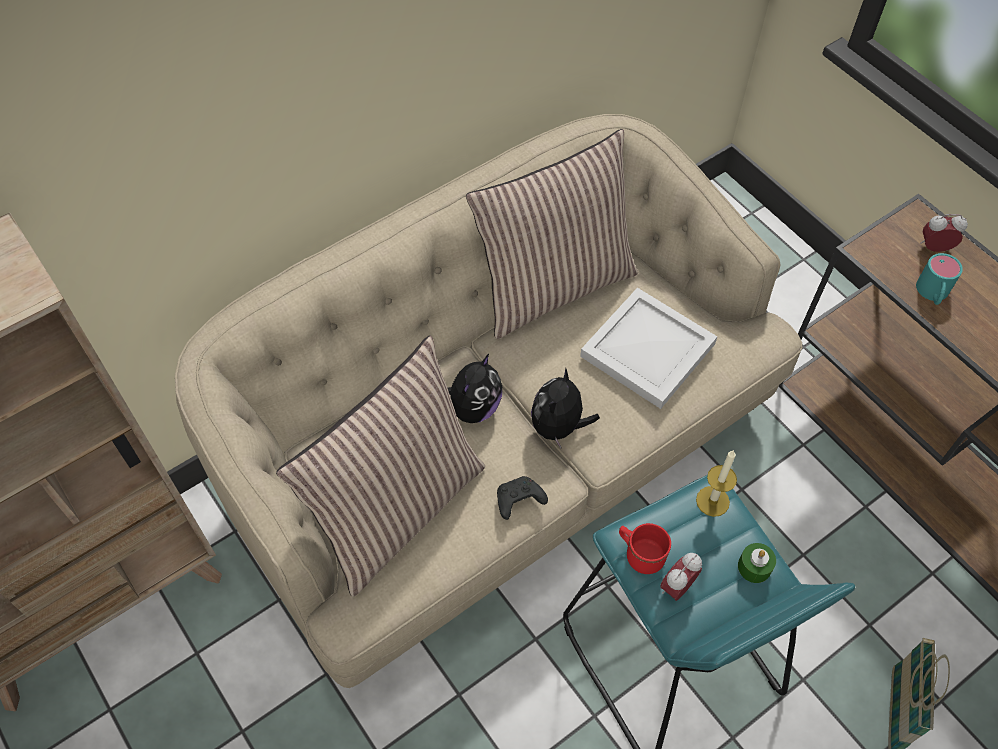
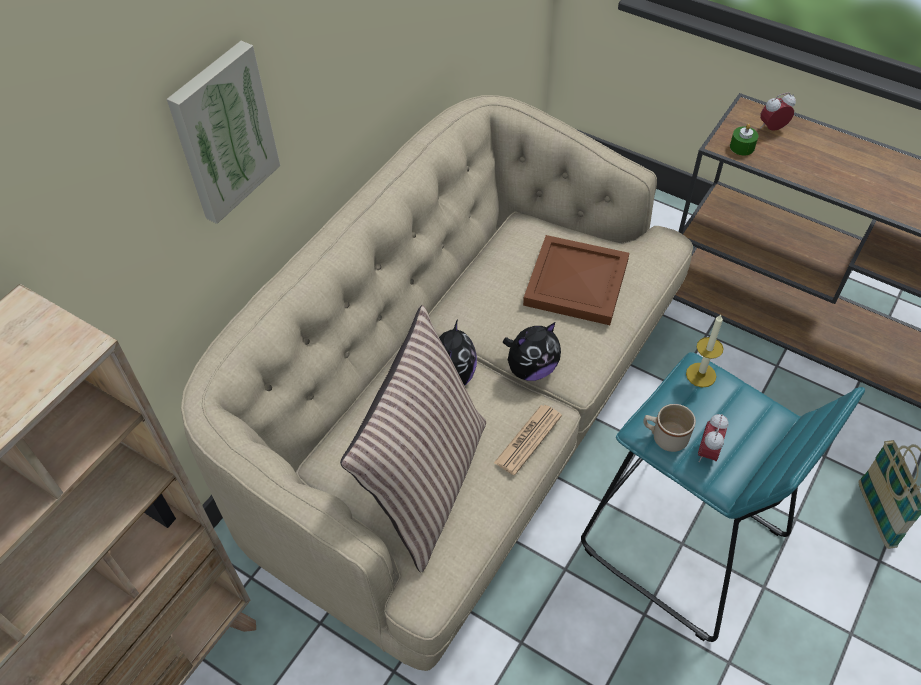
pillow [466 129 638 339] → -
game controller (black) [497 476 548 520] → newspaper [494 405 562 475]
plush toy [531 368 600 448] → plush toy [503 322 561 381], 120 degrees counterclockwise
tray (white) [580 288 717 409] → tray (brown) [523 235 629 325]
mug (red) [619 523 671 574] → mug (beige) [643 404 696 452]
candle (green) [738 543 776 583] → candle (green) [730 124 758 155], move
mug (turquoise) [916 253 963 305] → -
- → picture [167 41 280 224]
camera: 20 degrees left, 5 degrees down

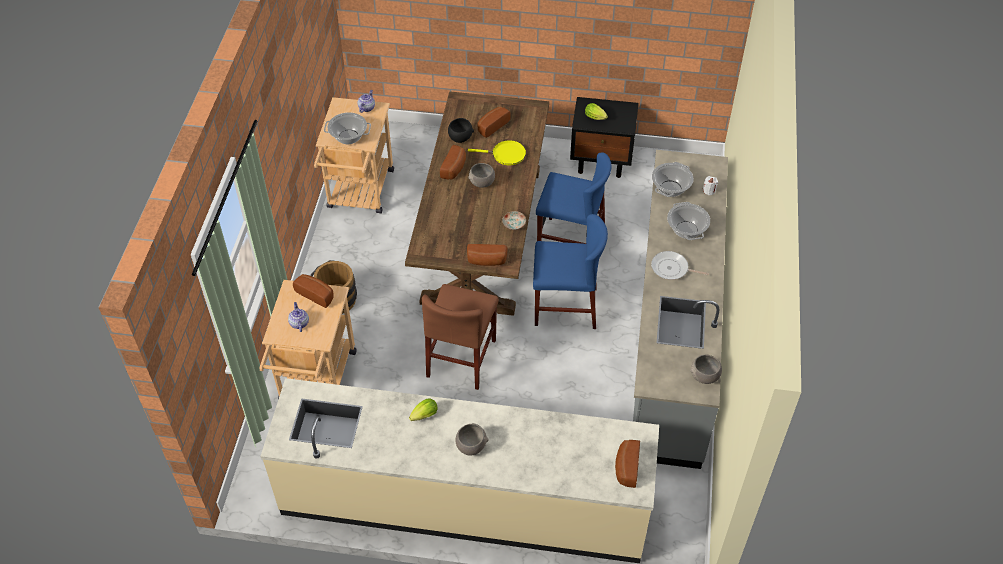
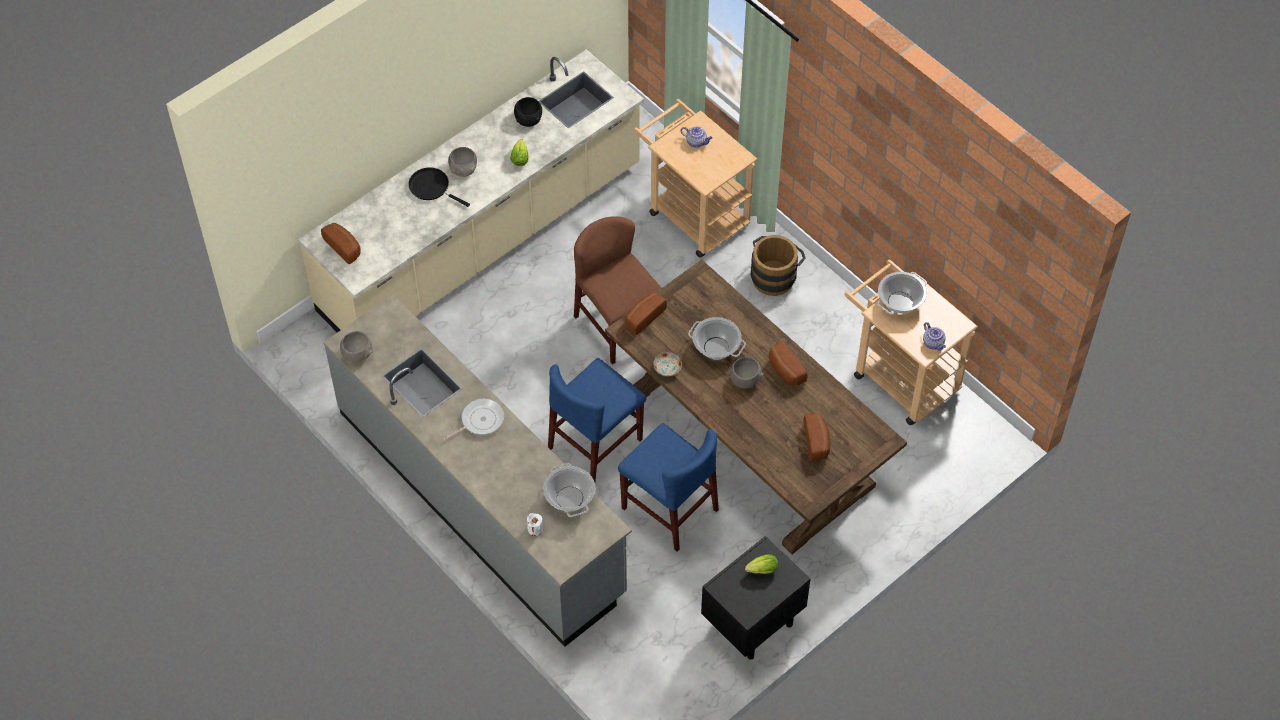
bread [293 274 334 308] → -
bowl (black) [448 118 474 143] → bowl (black) [514 97 542 127], move
frying pan (yellow) [468 140 526 165] → -
chair (blue) [536 153 611 244] → chair (blue) [618 423 719 552], 105 degrees counterclockwise
cooking pot [667 202 710 240] → cooking pot [688 317 746 359], move
- → frying pan (black) [408 167 470 207]
camera: 130 degrees right, 5 degrees up

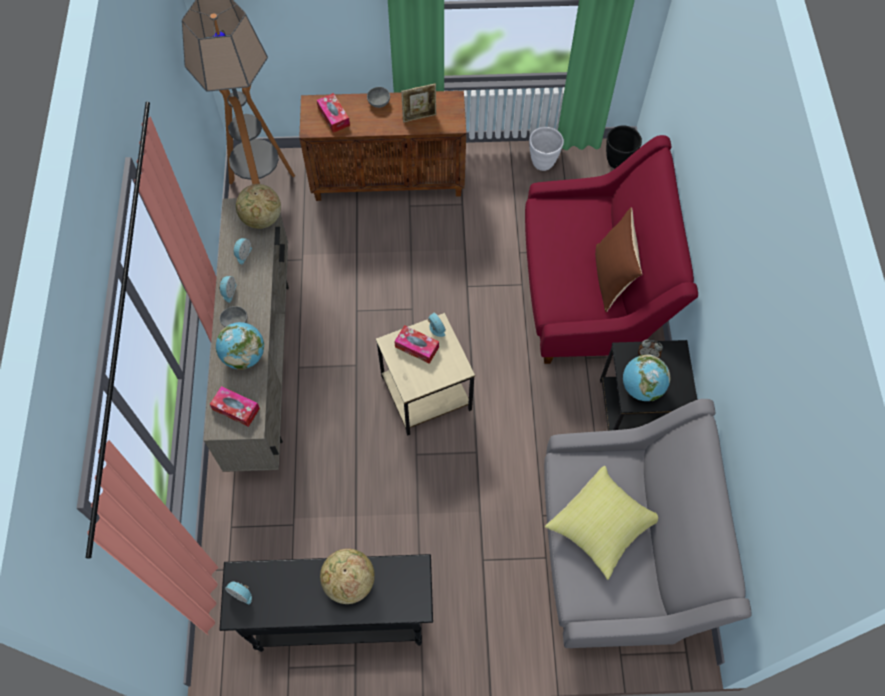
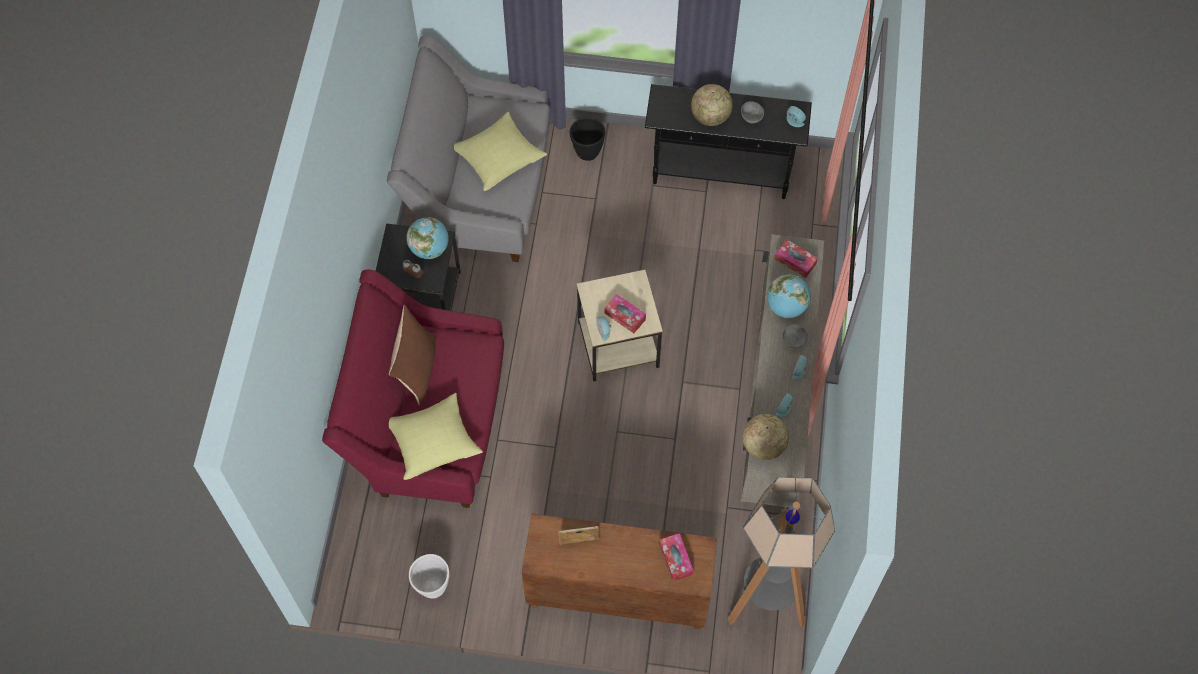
bowl (grey) [367 87 390 108] → bowl (grey) [741 101 764 123], move
planter (black) [606 125 642 168] → planter (black) [569 117 606 161], move
- → pillow (yellow) [389 393 483 480]
camera: 170 degrees left, 0 degrees up

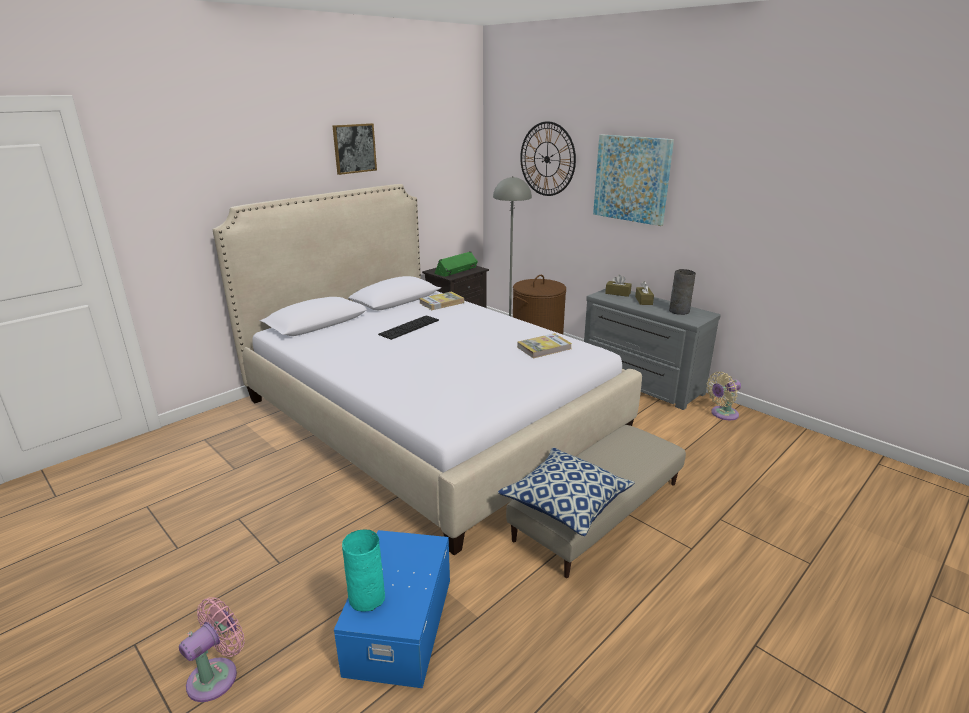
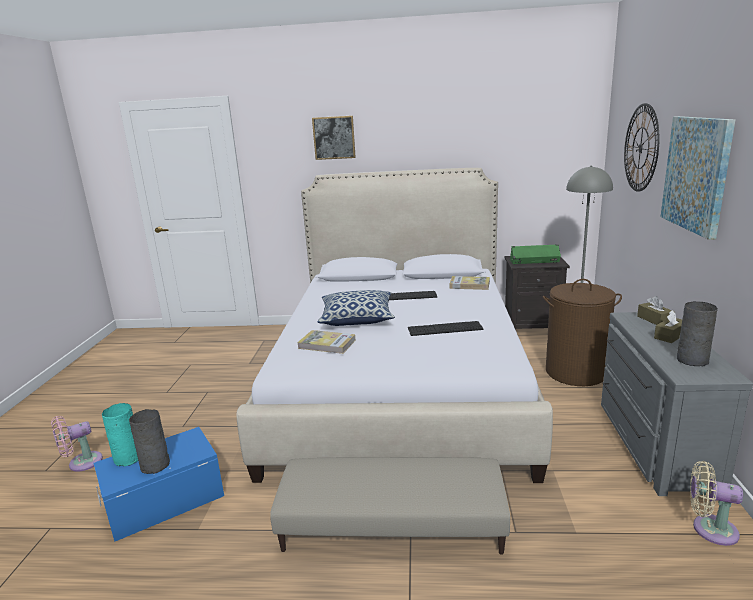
fan (pink) [179 597 245 702] → fan (pink) [51 416 103 472], 150 degrees clockwise
picture [332 123 377 175] → picture [312 116 356 160], move
pillow [498 447 635 536] → pillow [317 290 395 326], move
book [517 333 572 358] → book [297 330 355 354], move
- → vase (grey) [129 409 170 474]
- → keyboard [408 321 484 336]
camera: 50 degrees right, 5 degrees down

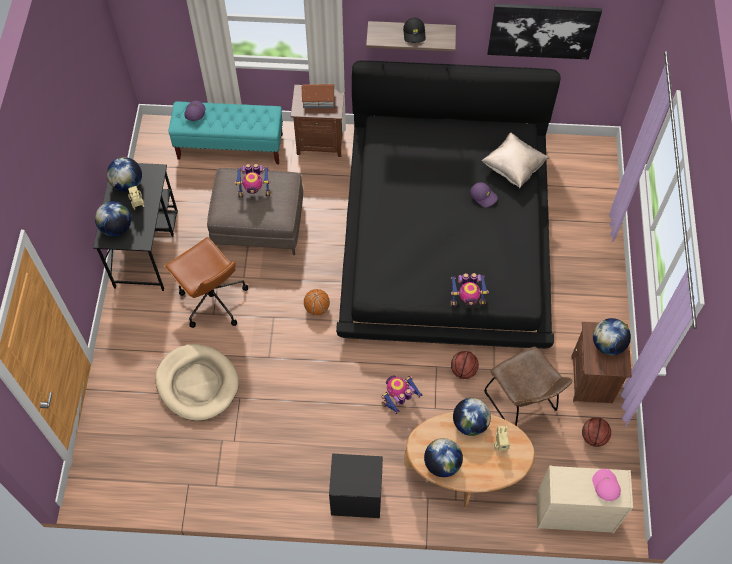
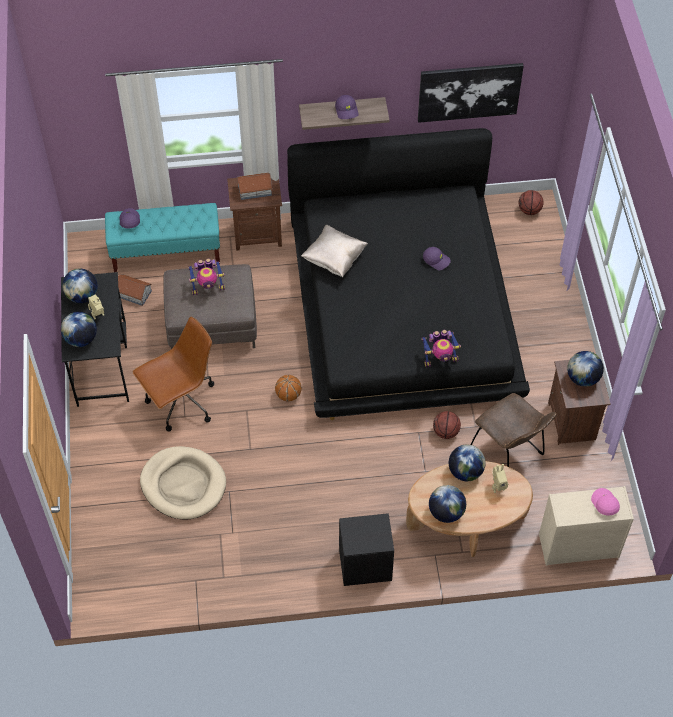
office chair (brown) [164 237 248 328] → office chair (brown) [132 317 214 432], 75 degrees counterclockwise
toy robot [382 376 423 414] → -
cap (black) [403 18 426 43] → cap (purple) [335 95 359 119]
pillow (beige) [481 133 550 188] → pillow (beige) [301 225 368 278], move
basketball [582 417 611 447] → basketball [519 190 544 215], move
- → toy house [118 274 152 306]
camera: 10 degrees left, 5 degrees down

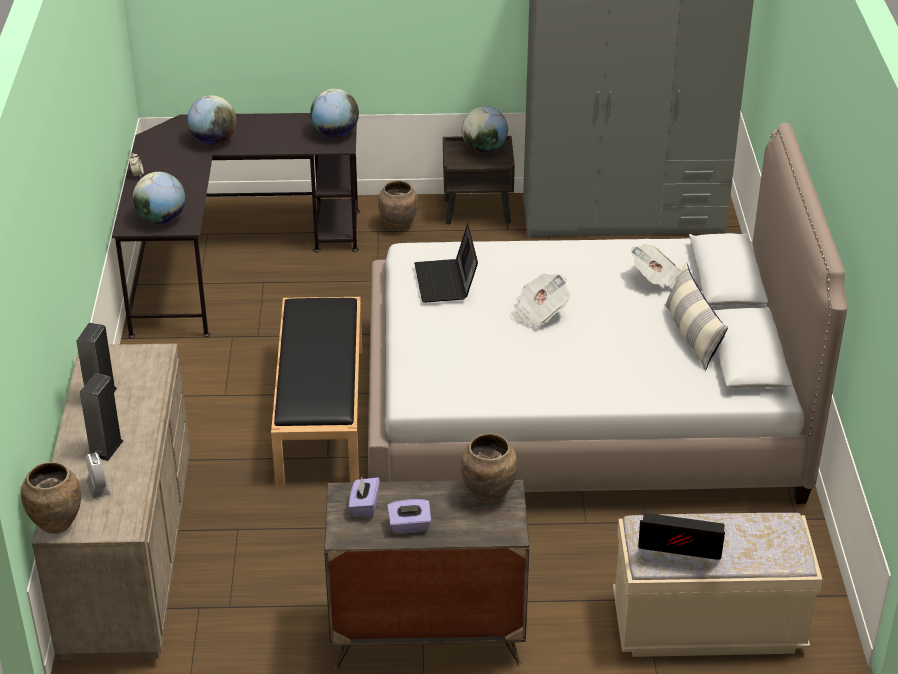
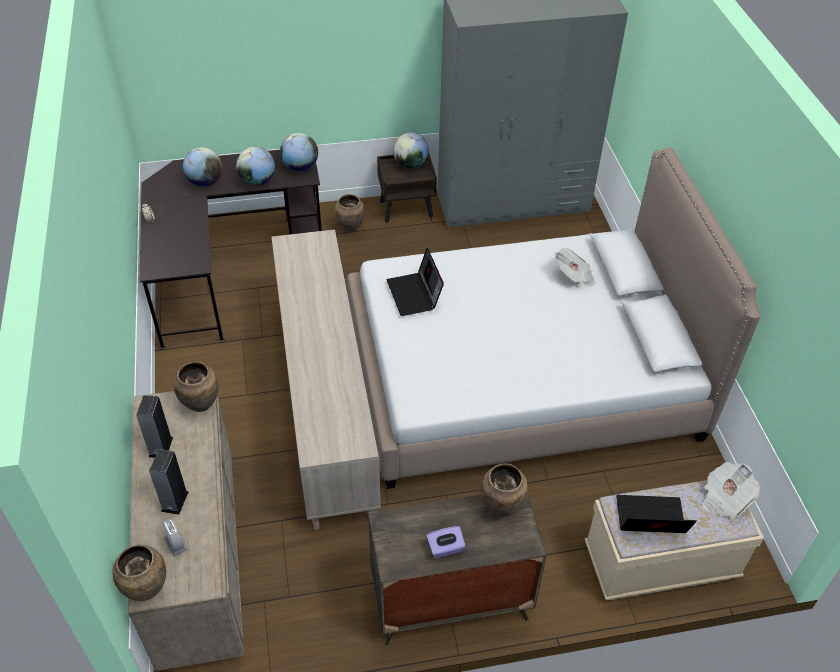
globe [133 172 186 224] → globe [236 147 275 186], move
bench (black) [271 297 362 486] → cabinet (beige) [271 229 381 530]
tissue box (purple) [349 476 380 518] → -
newspaper [510 273 570 328] → newspaper [702 462 760 520], move
pillow [665 262 728 371] → -
- → vase (brown) [174 362 218 412]
camera: 10 degrees left, 10 degrees up

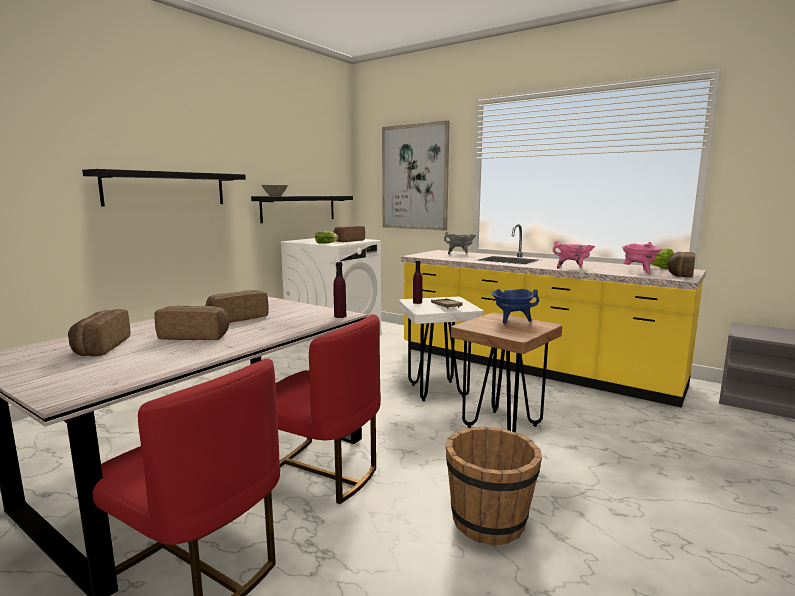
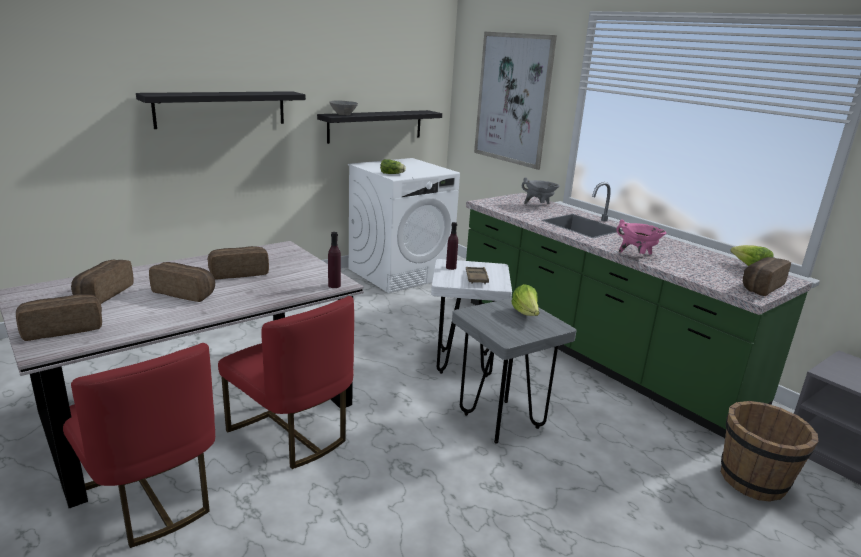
bread [333 225 365 242] → bread [16 294 102 341], move
counter (yellow) [401 224 706 408] → counter (green) [466 182 813 438]
bucket (brown) [446 427 542 546] → bucket (brown) [721 401 818 502], move
stool (brown) [451 313 562 432] → stool (grey) [452 298 577 444]
cooking pot (blue) [492 289 539 324] → lettuce [511 284 540 316]
cooking pot (pink) [622 242 662 274] → -
camera: 15 degrees right, 10 degrees up

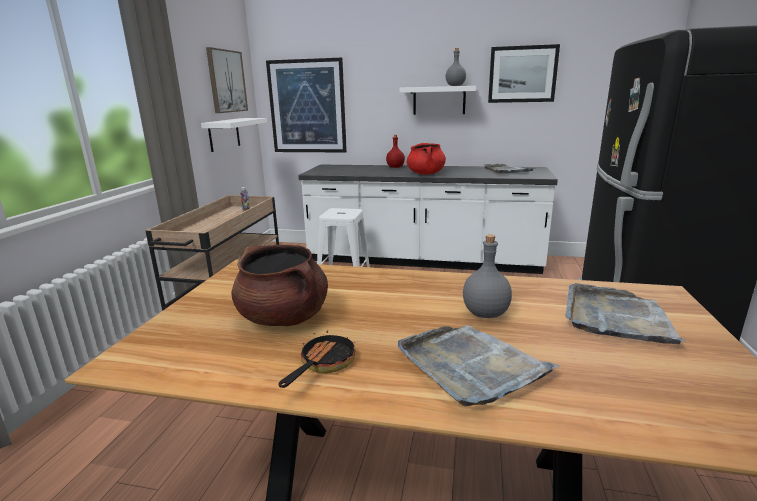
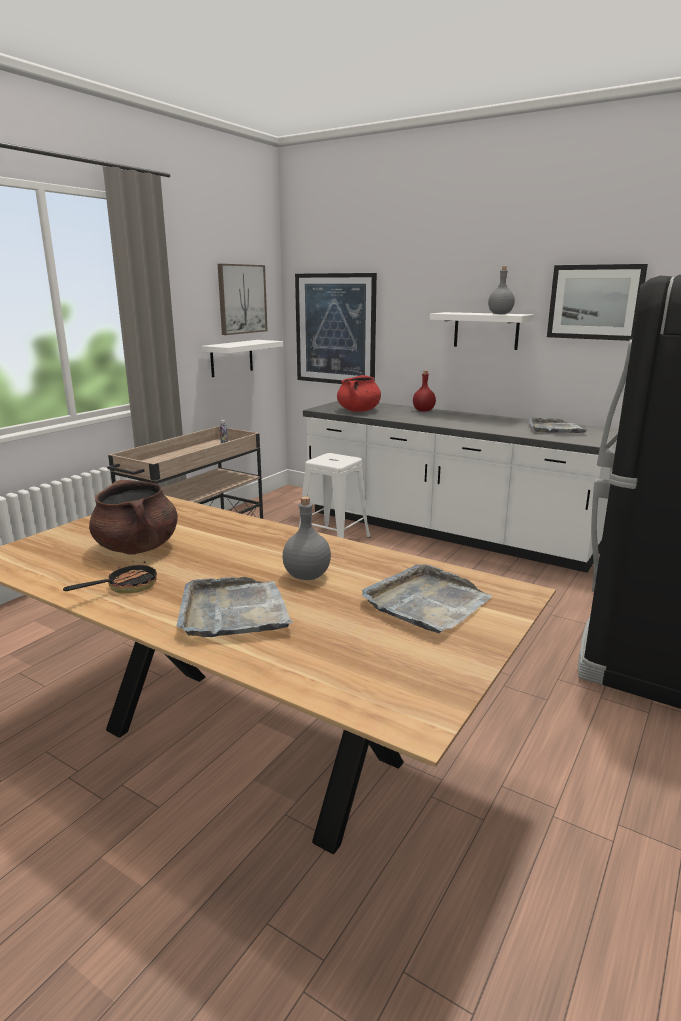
cooking pot (red) [407 143 446 175] → cooking pot (red) [337 375 381 412], move
camera: 20 degrees right, 0 degrees up

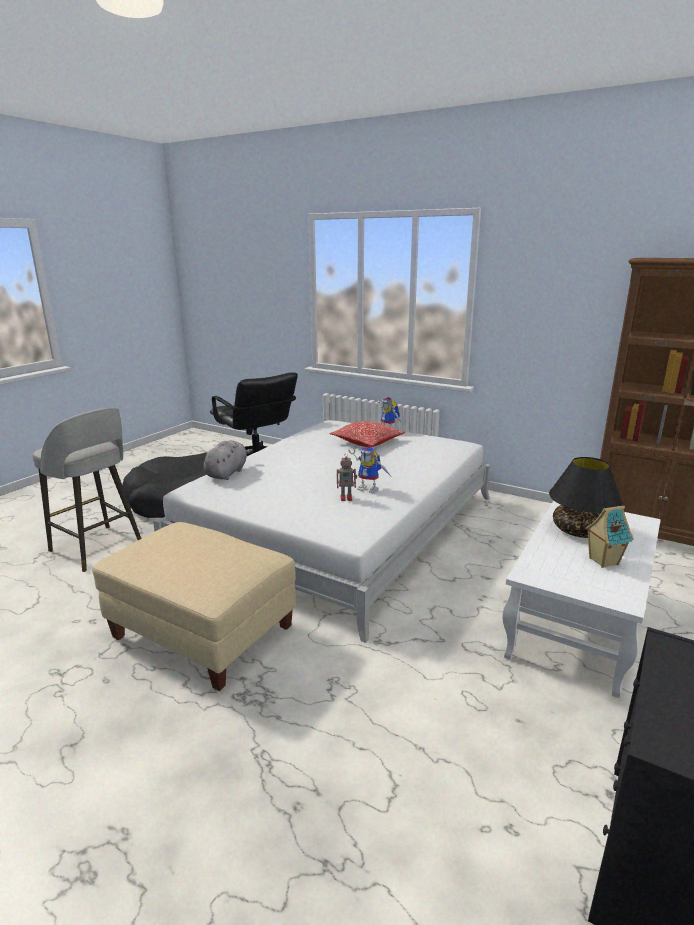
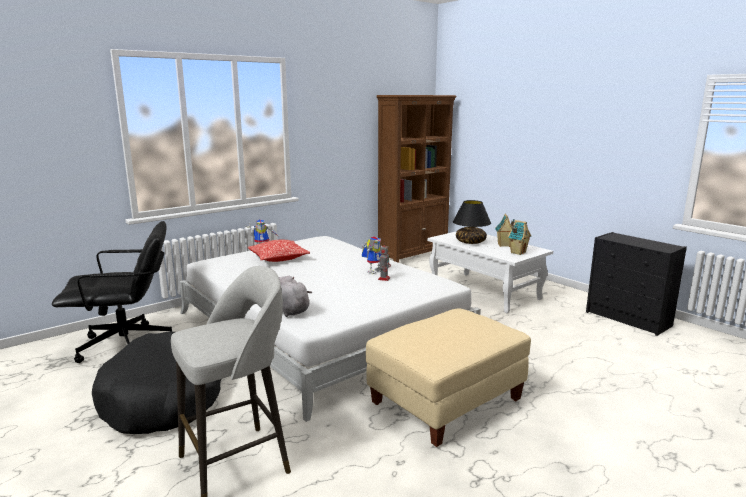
- → toy house [508 220 531 255]
camera: 70 degrees left, 5 degrees down

